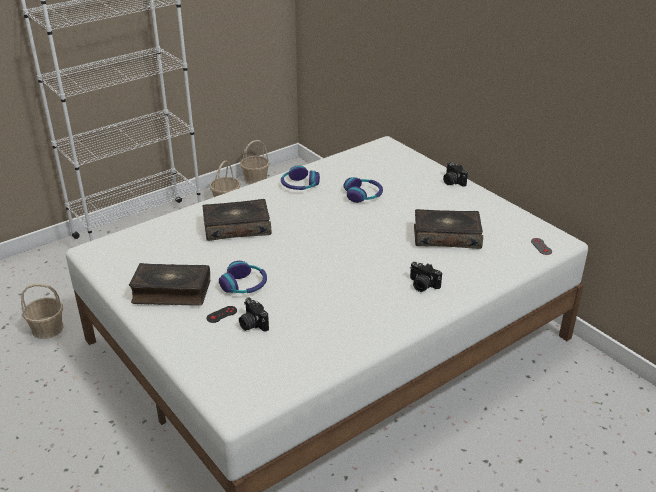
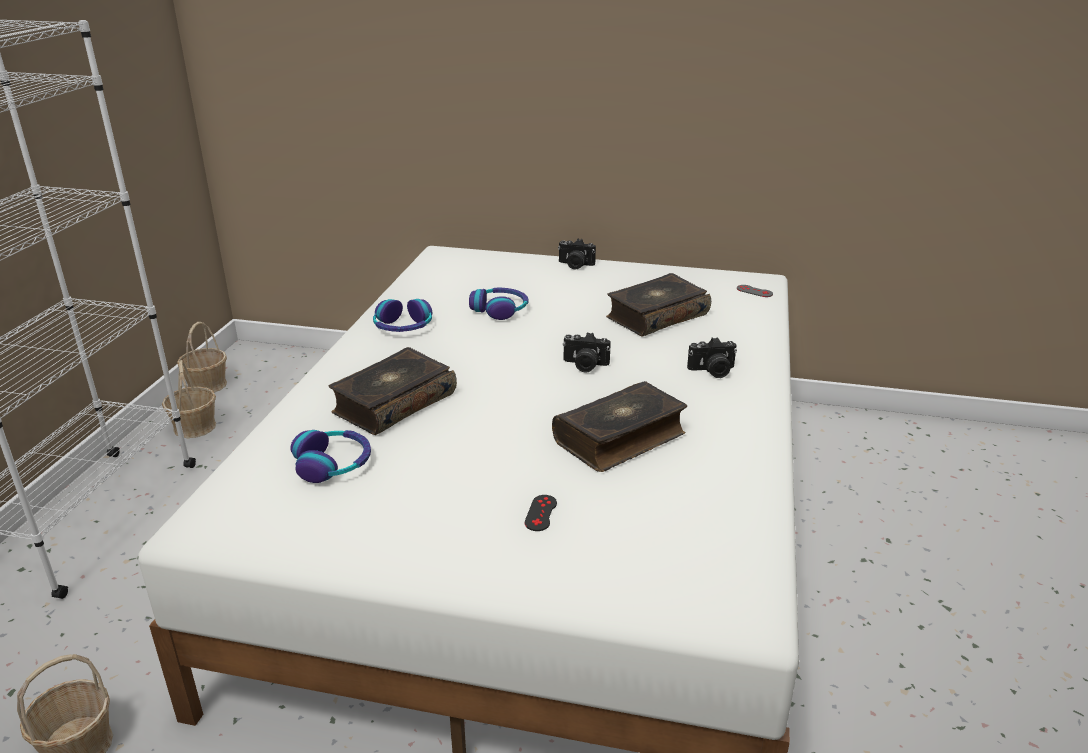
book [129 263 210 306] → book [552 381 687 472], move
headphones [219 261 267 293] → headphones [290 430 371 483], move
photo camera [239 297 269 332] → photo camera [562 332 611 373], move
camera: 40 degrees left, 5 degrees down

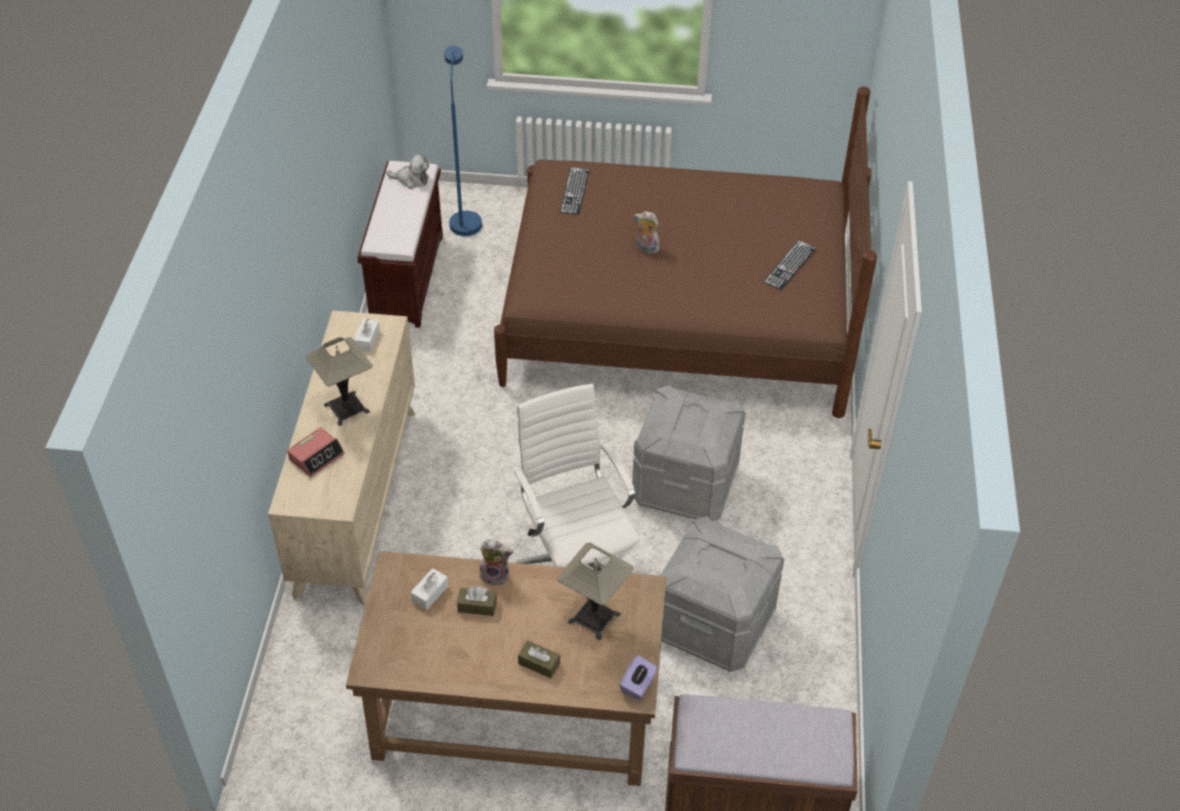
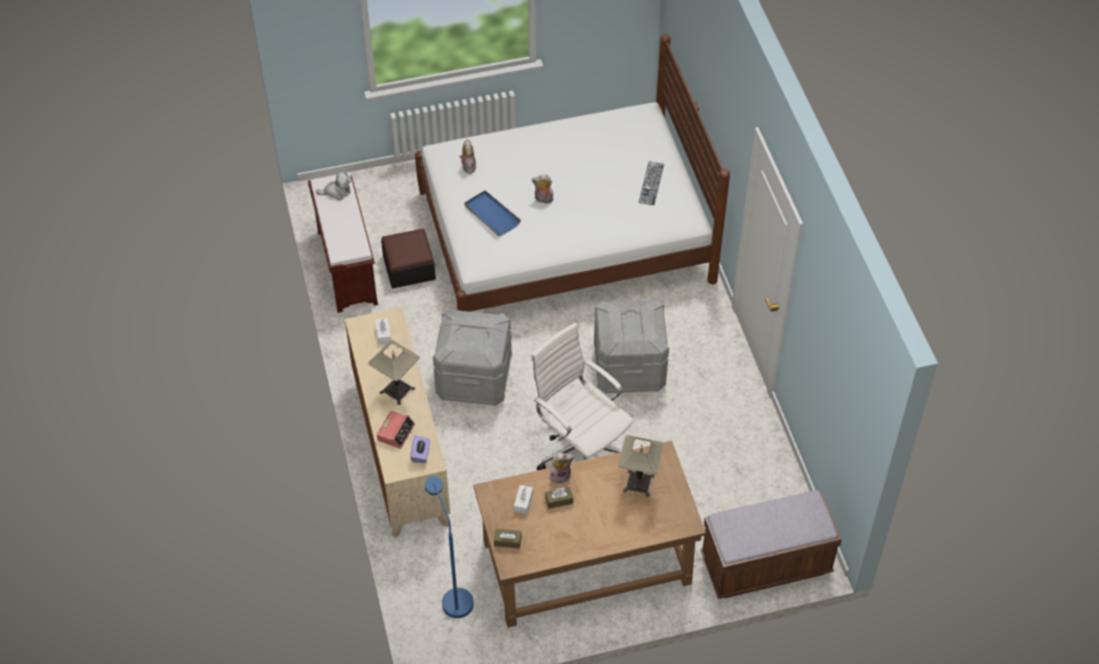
floor lamp (blue) [444 46 482 236] → floor lamp (blue) [425 476 474 618], move
bed (brown) [494 87 877 418] → bed (white) [415 34 730 312]
tissue box (brown) [518 640 560 678] → tissue box (brown) [494 529 522 549], move
keyboard [560 167 589 214] → plush toy [459 139 476 174]
tissue box (purple) [620 655 657 700] → tissue box (purple) [410 435 430 463], move
storage box (grey) [658 516 784 672] → storage box (grey) [433 308 512 406], move
- → ottoman [381 229 436 288]
- → tray (blue) [464 190 521 236]
camera: 20 degrees left, 5 degrees up

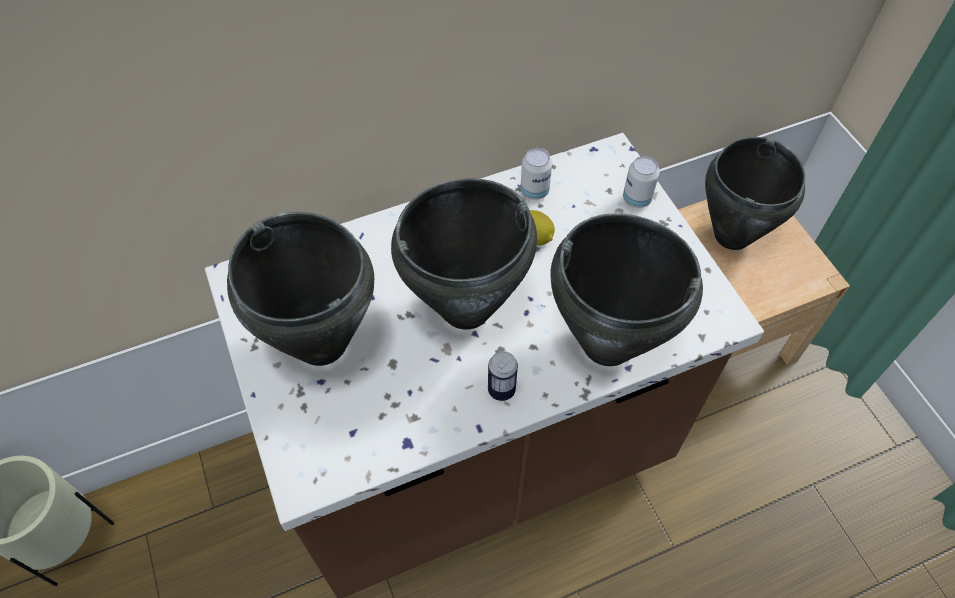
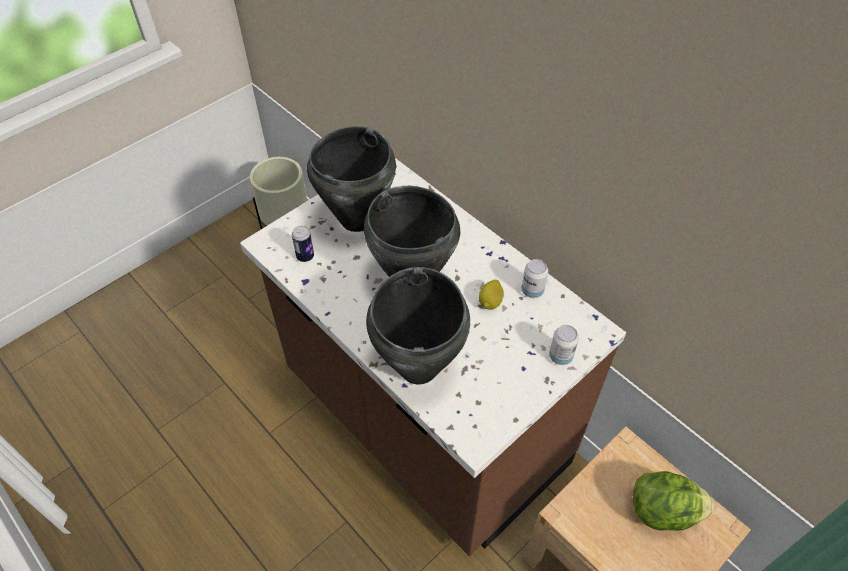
can [488 351 518 401] → can [292 226 314 262], move
cooking pot (black) [705 137 805 250] → lettuce [633 471 714 531]
camera: 70 degrees right, 5 degrees down

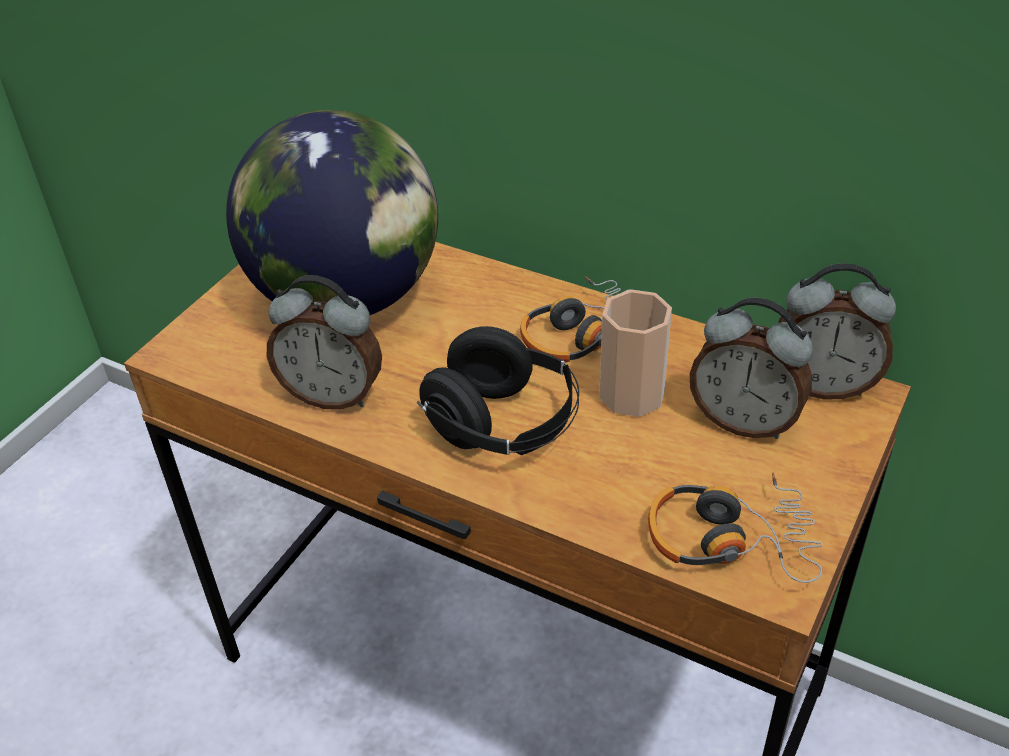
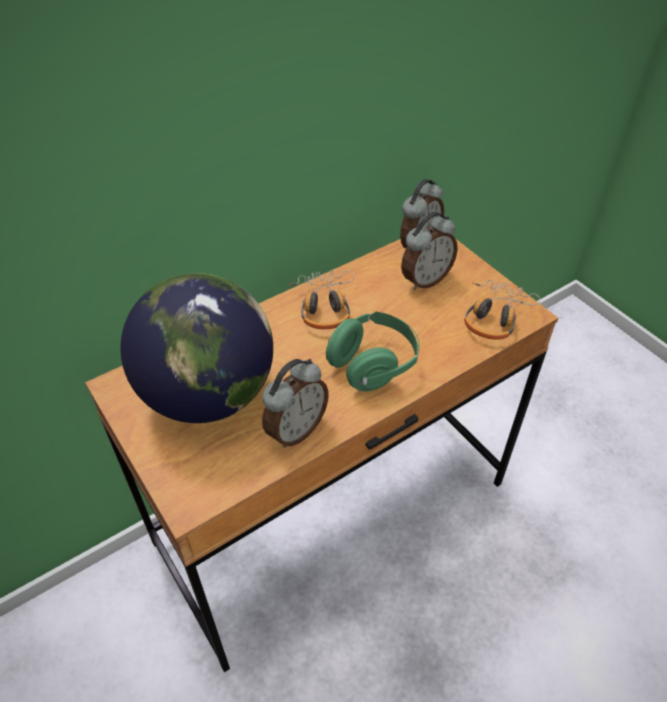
headphones (black) [417 326 579 455] → headphones (green) [326 312 419 391]
cup [599 289 672 417] → -
camera: 65 degrees left, 5 degrees up

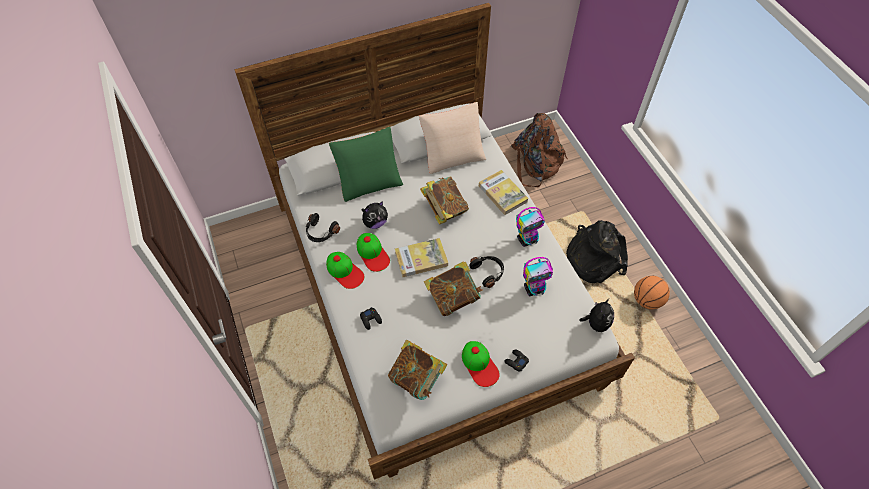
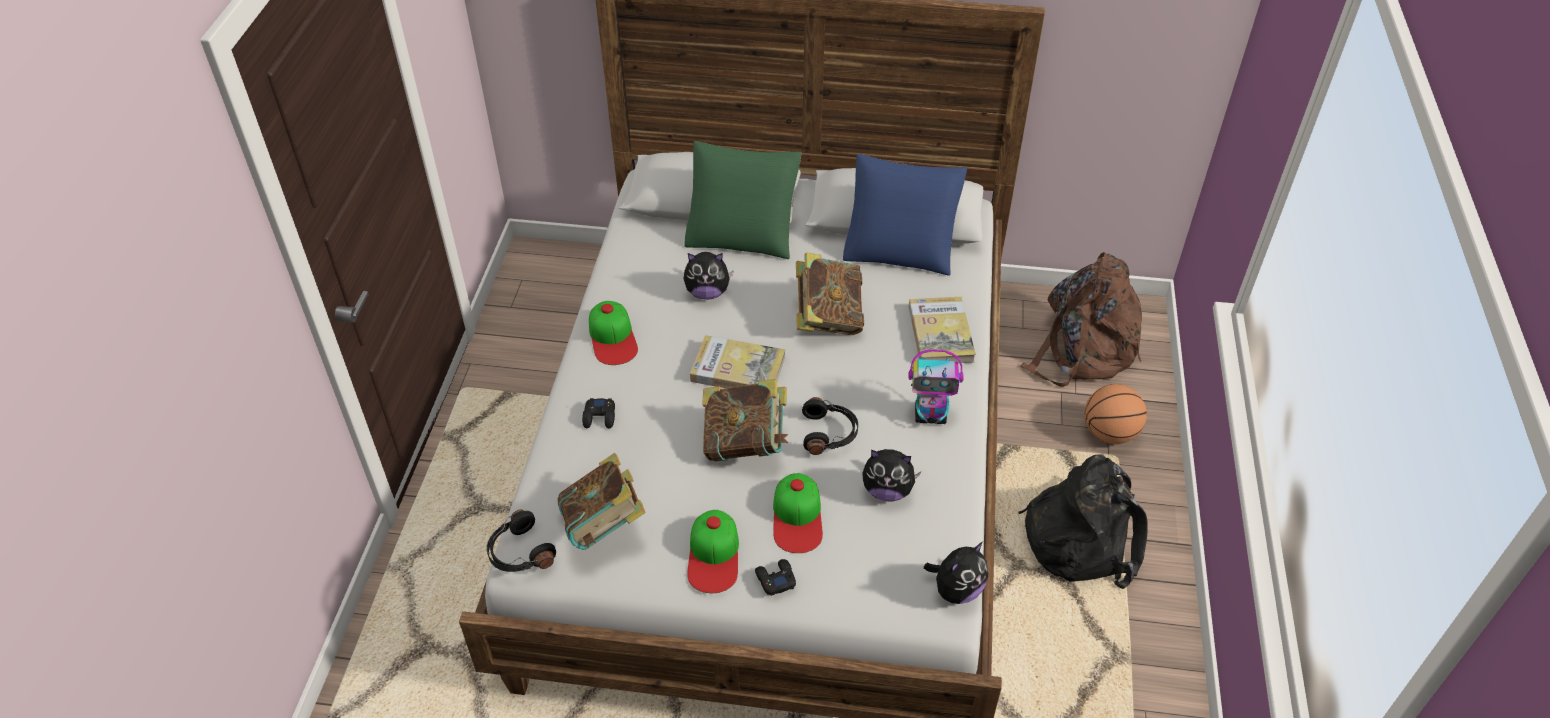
headphones (black) [306 213 340 242] → headphones (black) [487 510 556 572], move
cap [357 233 390 272] → cap [773 473 823 553], move
pillow (beige) [419 102 486 174] → pillow (blue) [843 154 967 276]
toy robot [523 257 553 296] → plush toy [862 449 921 502]
basketball [634 276 670 309] → basketball [1084 384 1147 444], move
camera: 30 degrees right, 10 degrees down

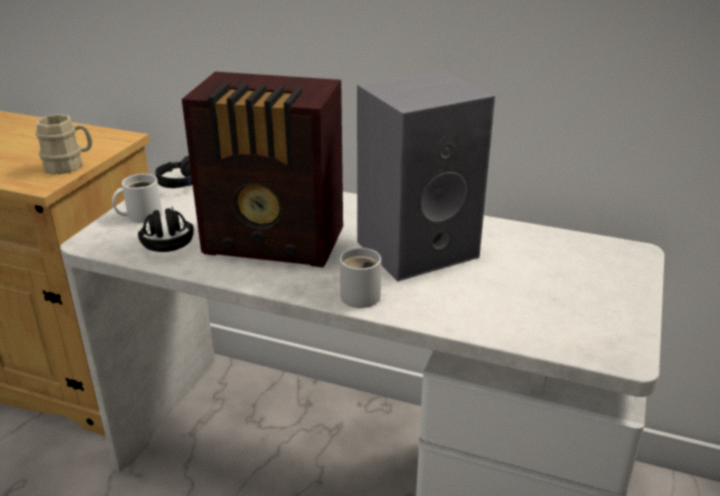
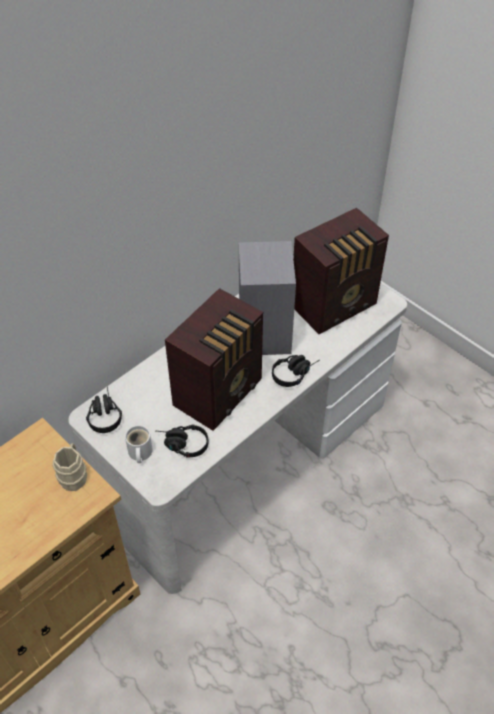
mug (white) [340 248 381 308] → headphones (black) [272 355 319 387]
- → radio [293 208 389 334]
camera: 65 degrees left, 20 degrees up

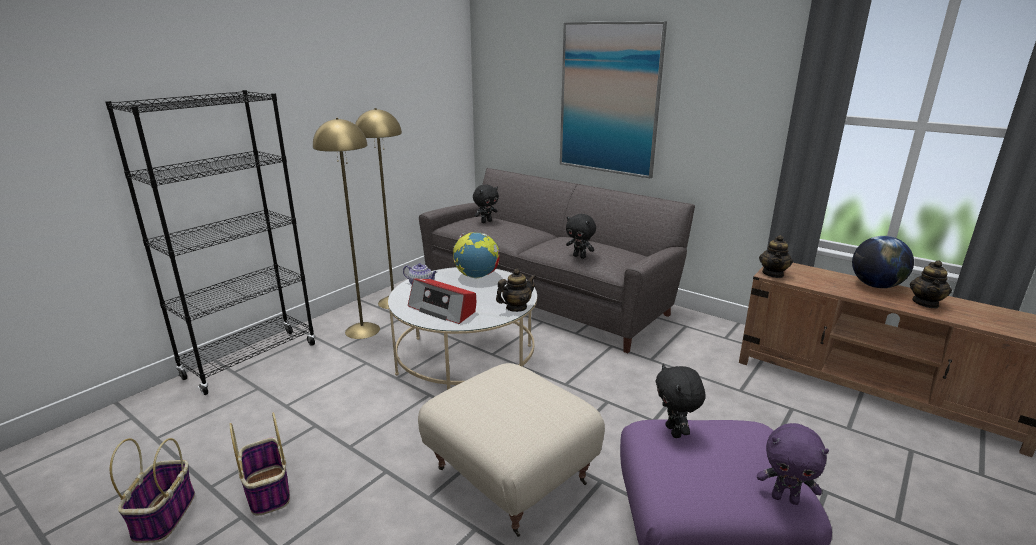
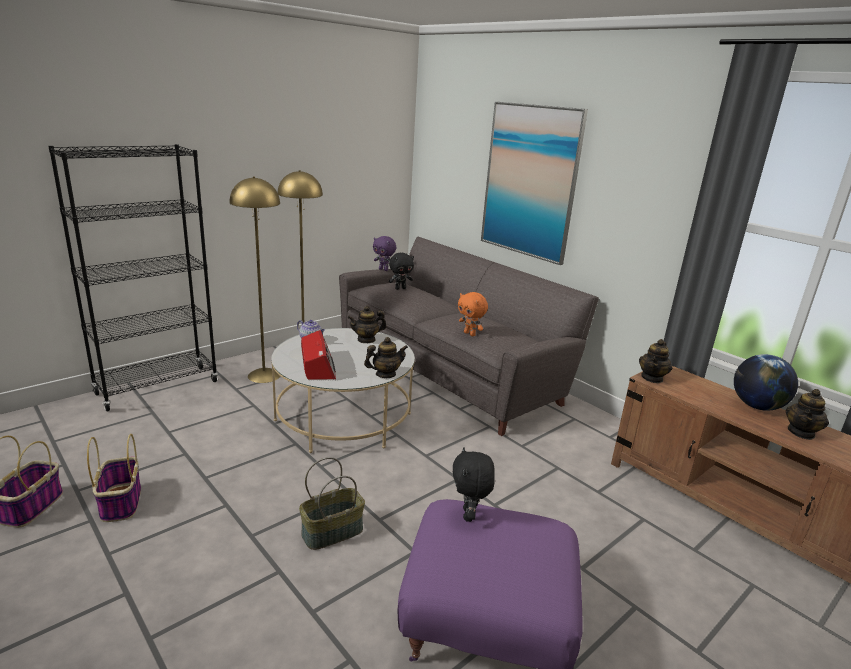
radio [408 279 476 324] → radio [301 330 336 380], 150 degrees counterclockwise
ottoman (beige) [418 363 605 537] → basket [299 457 365 550]
globe [453 232 499 279] → teapot [347 306 386 343]
plush toy (black) [566 214 596 259] → plush toy (orange) [458 292 488 336]
plush toy (purple) [757 423 829 505] → plush toy (purple) [373 236 396 271], move
camera: 10 degrees right, 0 degrees up

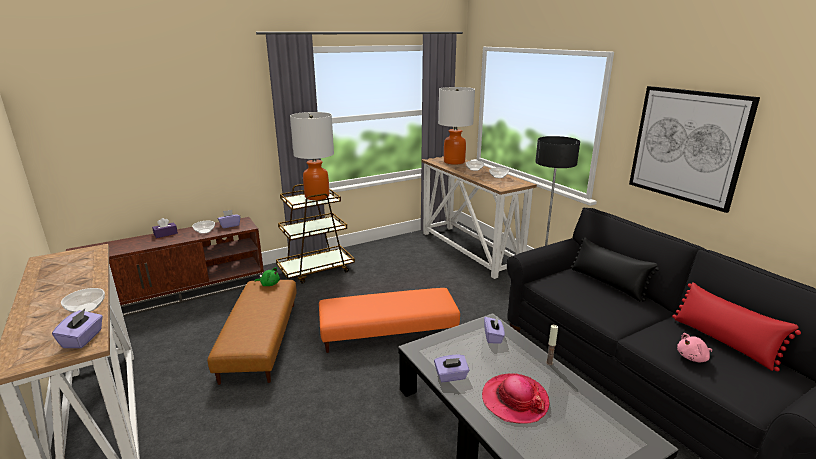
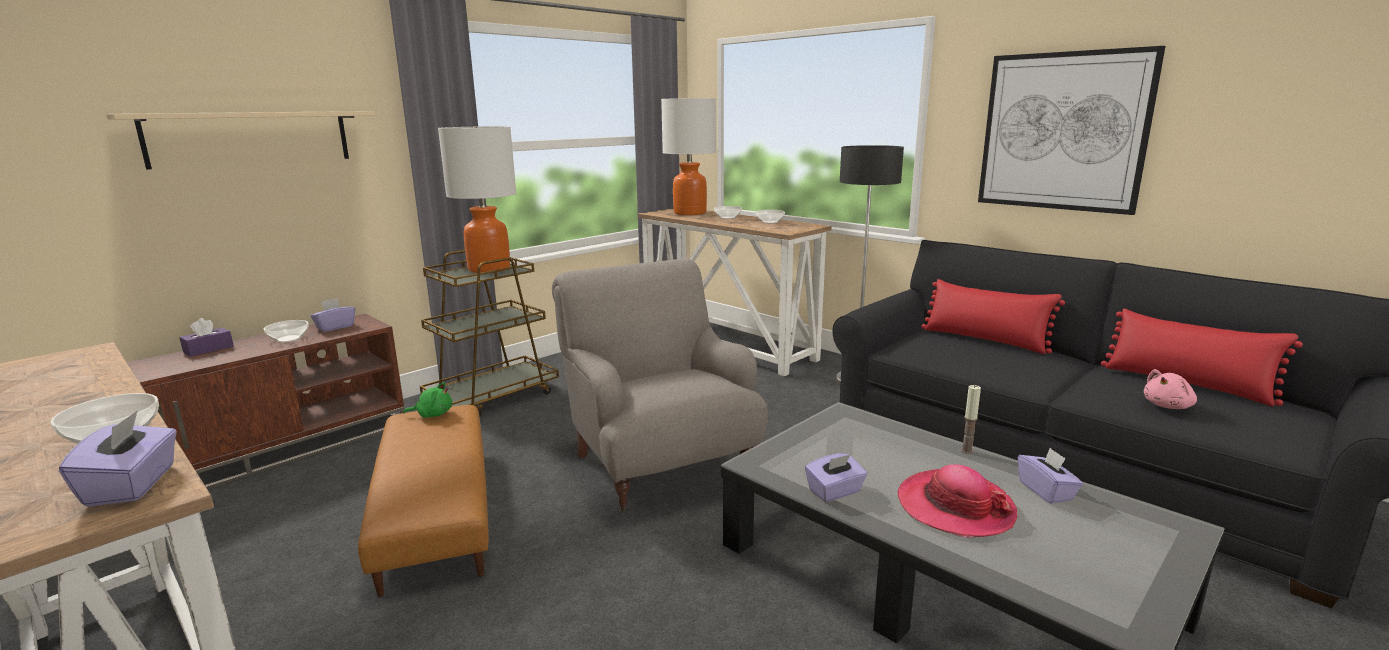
ottoman (orange) [319 288 460 353] → armchair (grey) [552 259 768 513]
tissue box (purple) [484 316 505 344] → tissue box (purple) [1018 448 1083 504], move
pillow (black) [570 238 659 302] → pillow (red) [922 279 1065 354]
- → shelf (beige) [106 111 375 170]
camera: 15 degrees left, 5 degrees down

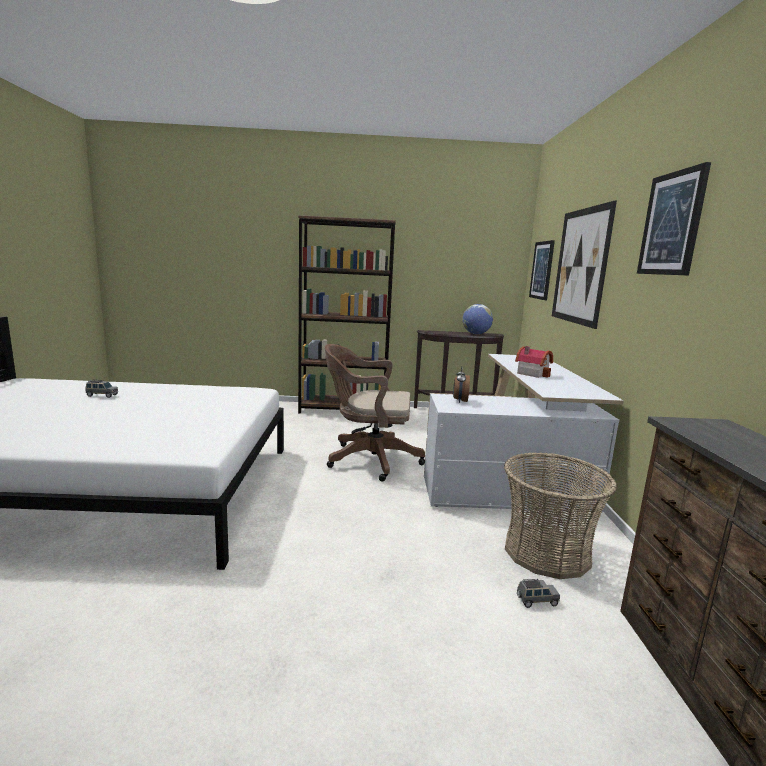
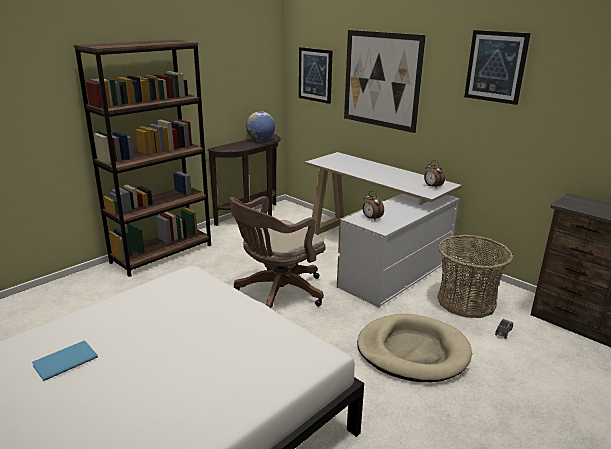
toy car (grey) [85 380 118 398] → book (blue) [32 341 98 381]
toy house [515 346 553 378] → -
- → dog bed (beige) [357 314 472 382]
- → alarm clock [424 160 445 188]
camera: 45 degrees left, 10 degrees up

